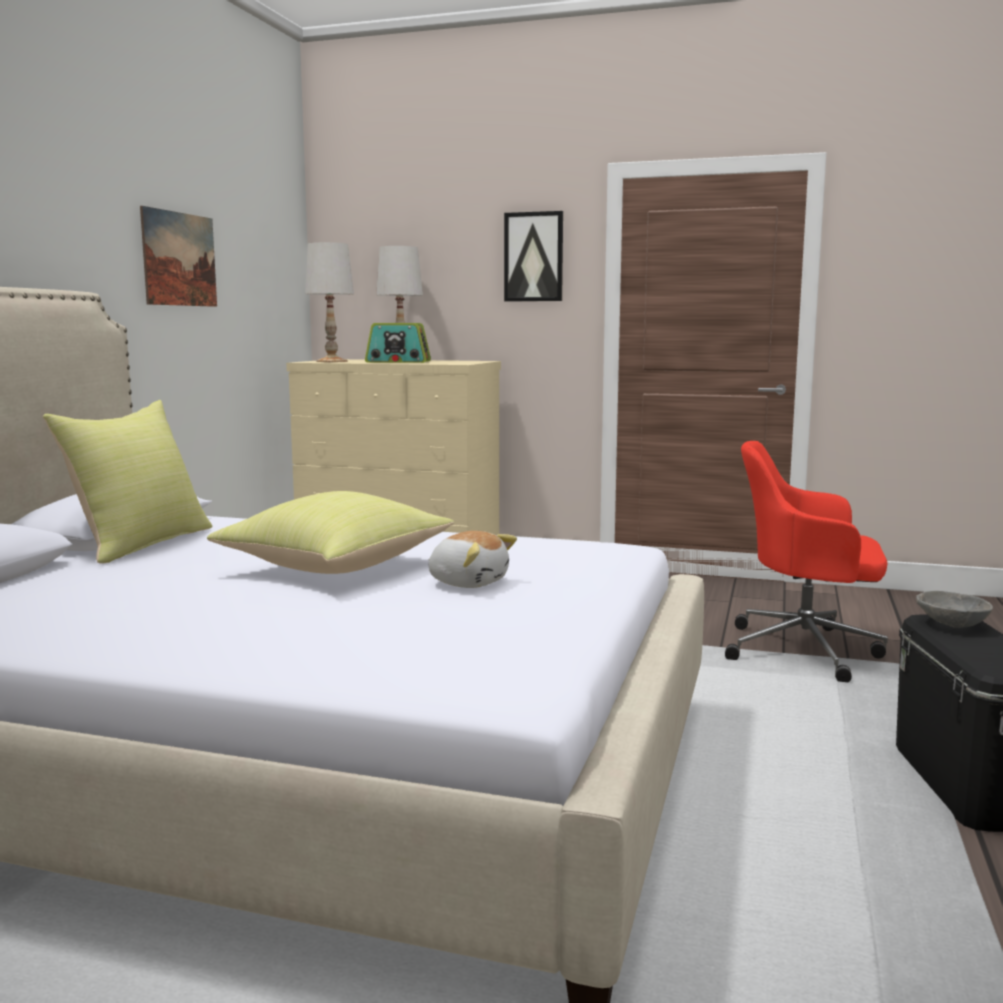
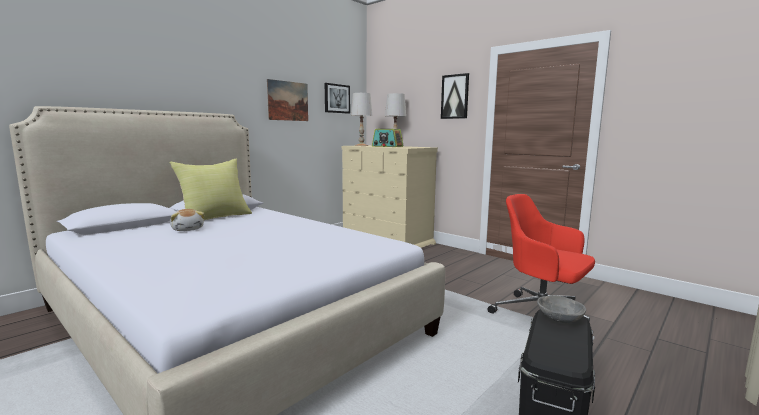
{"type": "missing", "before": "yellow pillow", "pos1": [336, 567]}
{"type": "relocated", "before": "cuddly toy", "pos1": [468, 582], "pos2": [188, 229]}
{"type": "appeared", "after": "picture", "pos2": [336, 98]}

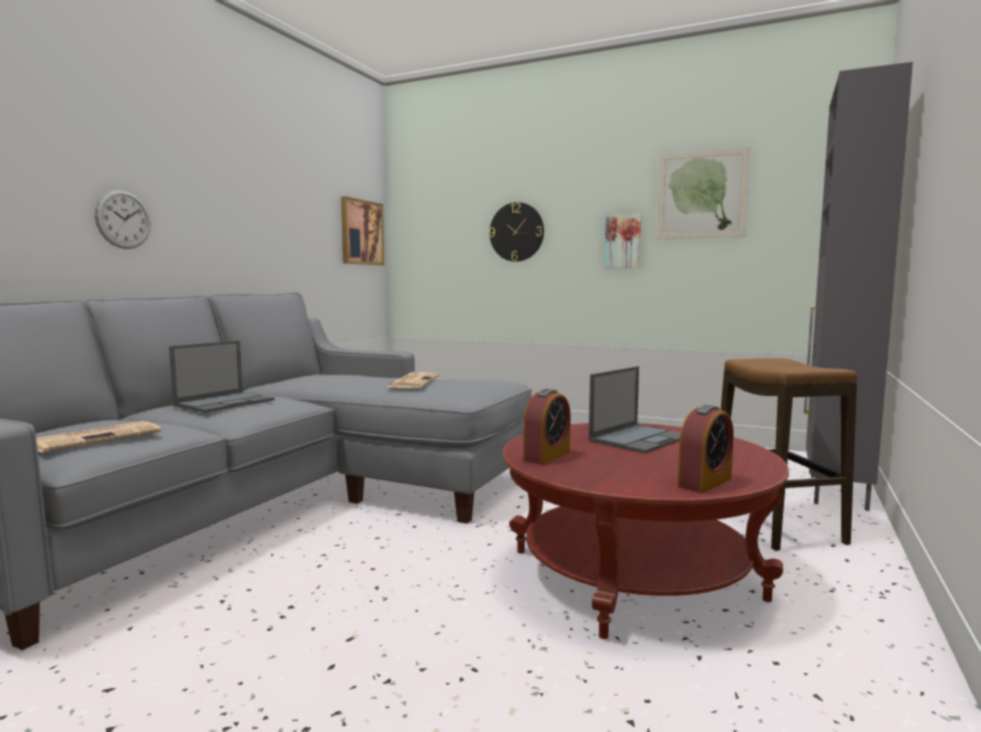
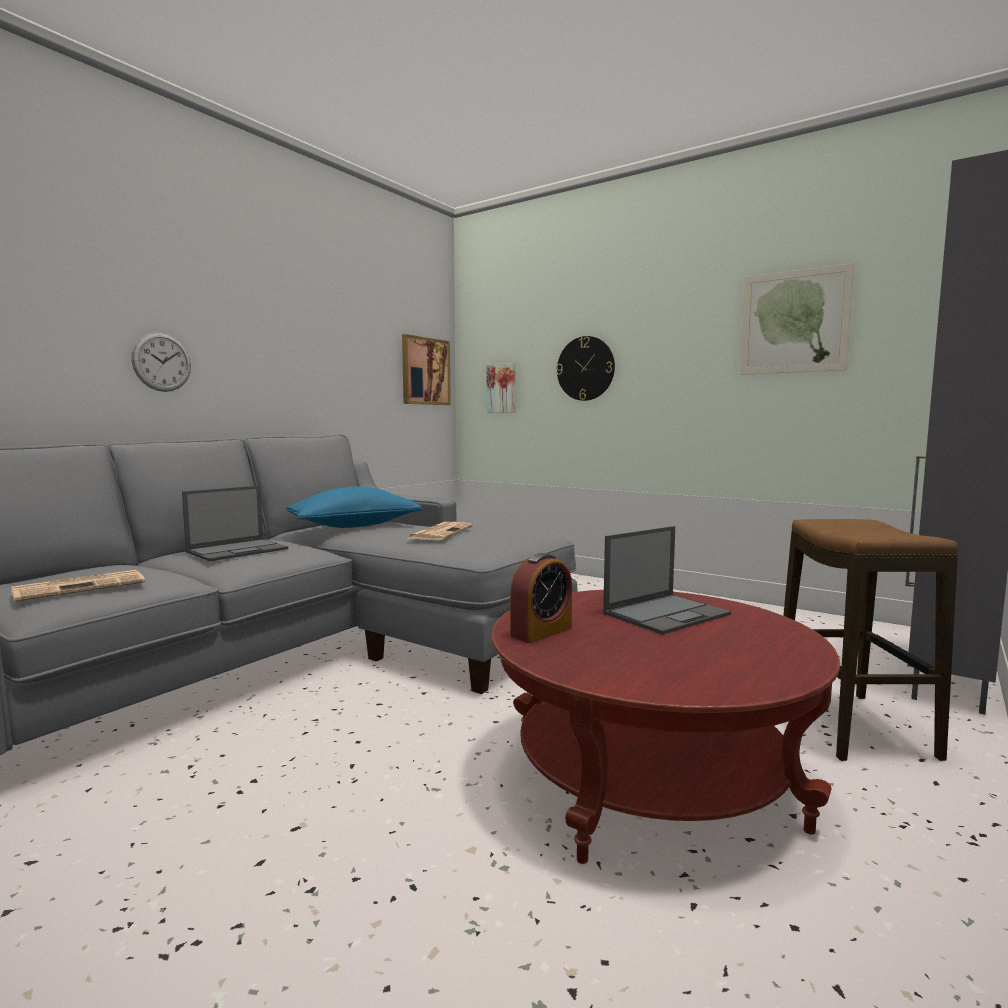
{"type": "relocated", "before": "picture", "pos1": [623, 241], "pos2": [502, 388]}
{"type": "missing", "before": "alarm clock", "pos1": [704, 482]}
{"type": "appeared", "after": "bluish pillow", "pos2": [354, 526]}

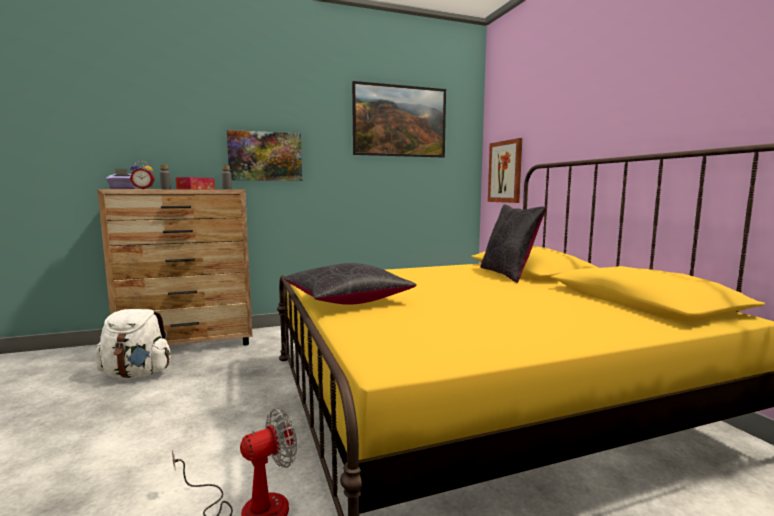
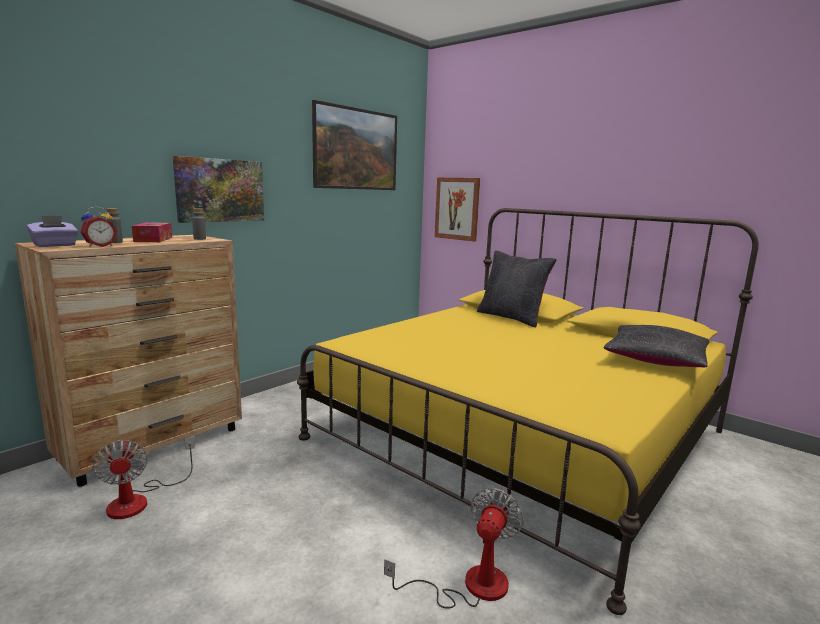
{"type": "relocated", "before": "black-coloured pillow", "pos1": [348, 299], "pos2": [655, 360]}
{"type": "exchanged", "before": "whitish rucksack", "after": "cooling fan", "pos1": [137, 374], "pos2": [140, 500]}

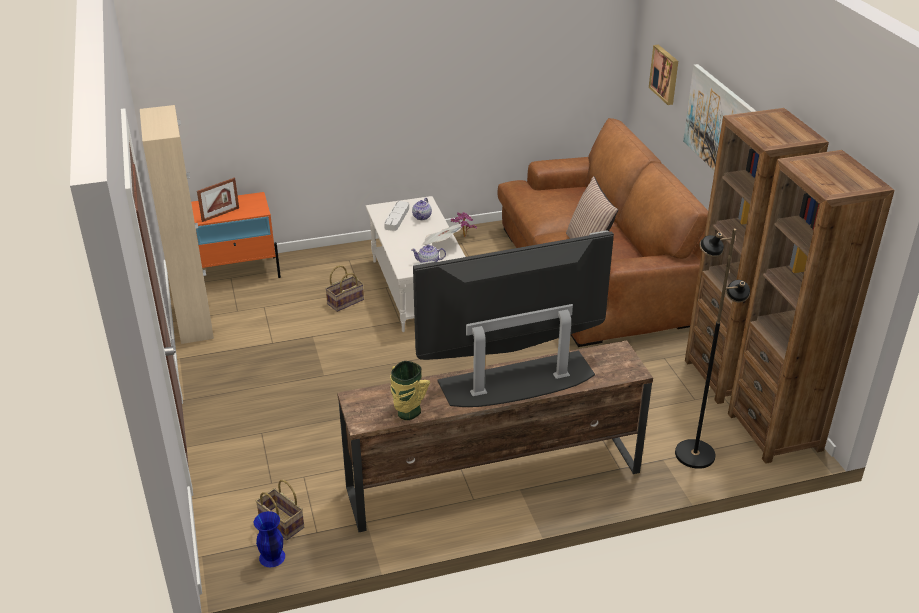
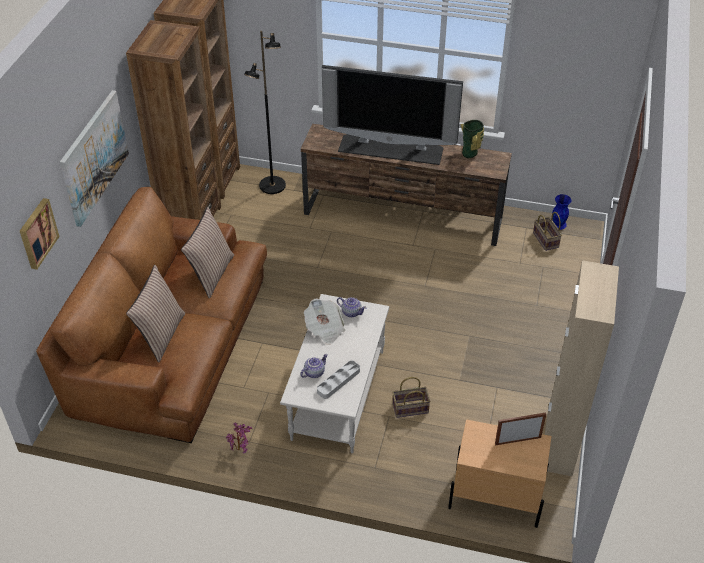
{"type": "colour", "before": "orange-coloured night table", "after": "beige night table", "pos1": [239, 273], "pos2": [495, 498]}
{"type": "appeared", "after": "pillow", "pos2": [161, 335]}

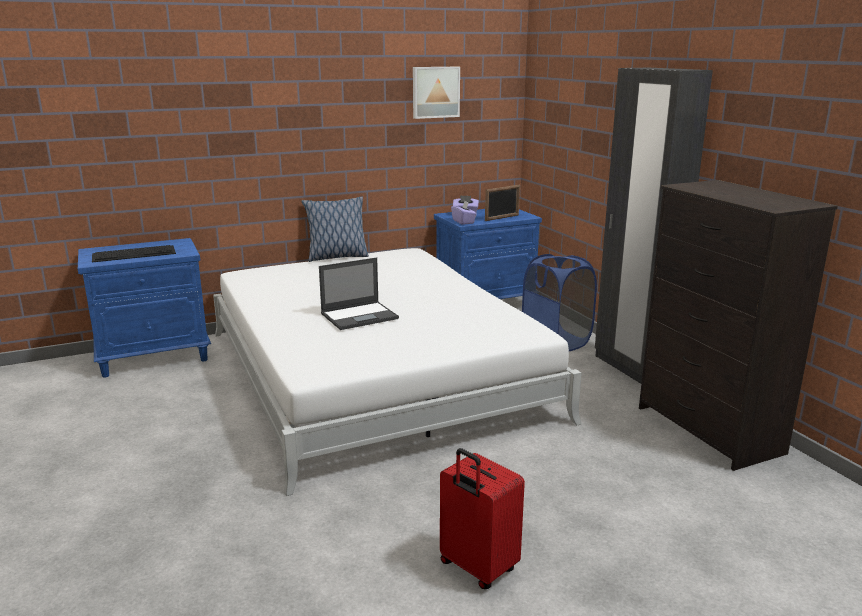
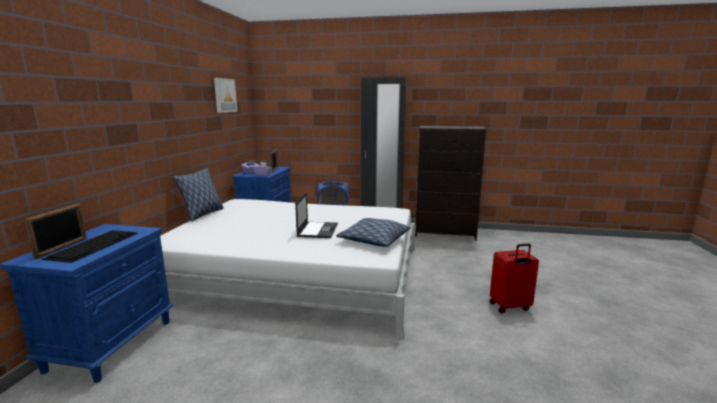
{"type": "appeared", "after": "photo frame", "pos2": [62, 248]}
{"type": "appeared", "after": "pillow", "pos2": [374, 240]}

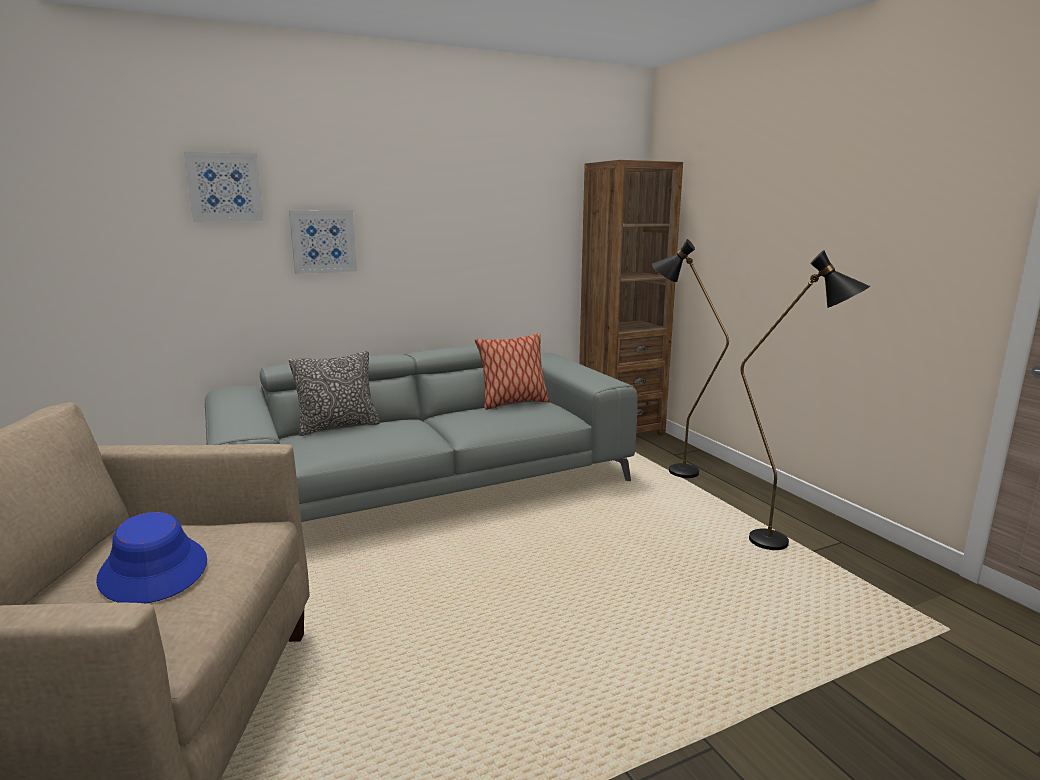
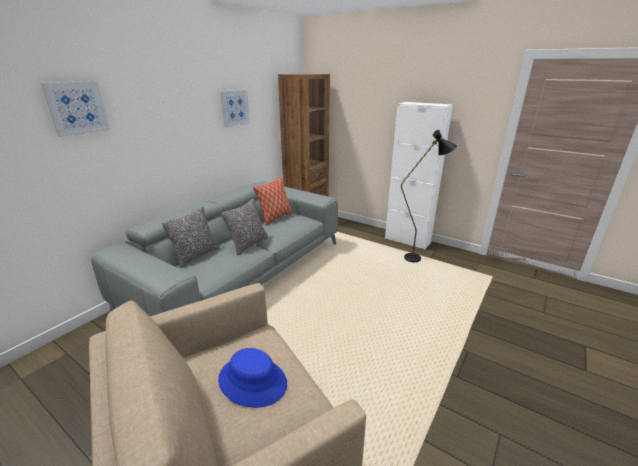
{"type": "relocated", "before": "picture", "pos1": [323, 241], "pos2": [235, 108]}
{"type": "missing", "before": "black-coloured standing lamp", "pos1": [672, 469]}
{"type": "appeared", "after": "whitish cupboard", "pos2": [407, 240]}
{"type": "appeared", "after": "pillow", "pos2": [248, 244]}

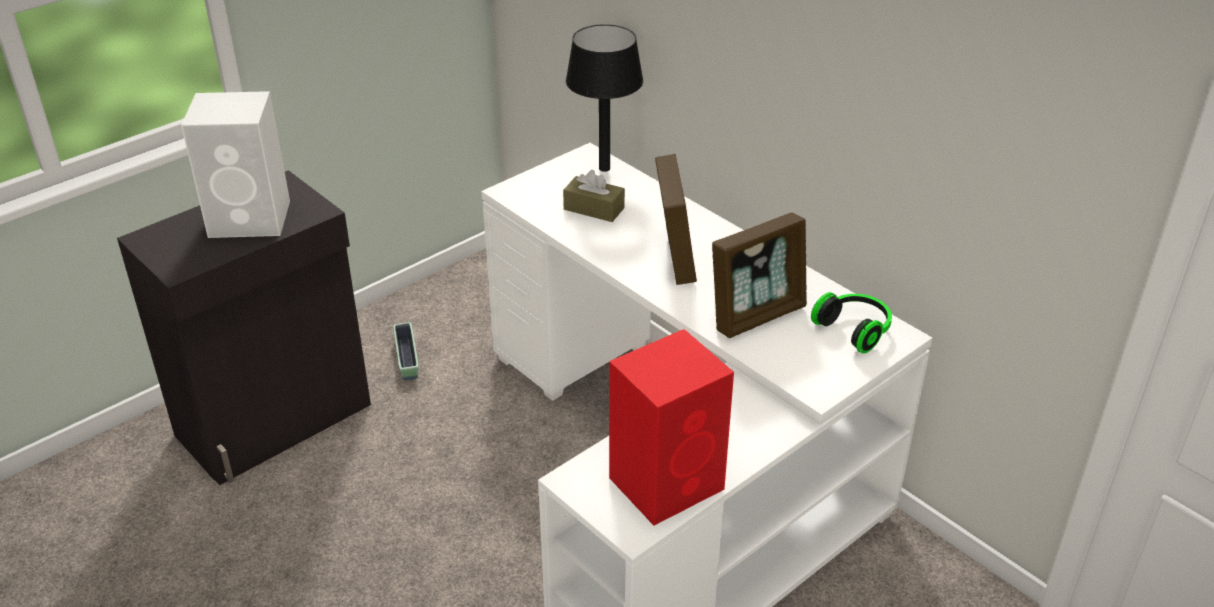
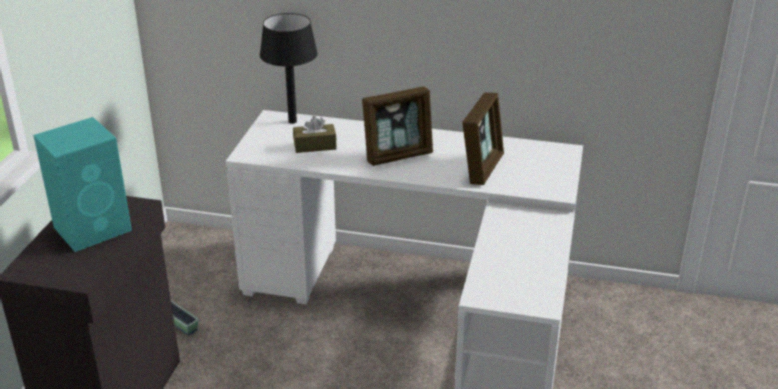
{"type": "colour", "before": "whitish speaker", "after": "blue-green speaker", "pos1": [252, 219], "pos2": [94, 228]}
{"type": "spun", "before": "photo frame", "pos1": [674, 258], "pos2": [398, 155], "turn": 105}
{"type": "missing", "before": "headset", "pos1": [855, 330]}
{"type": "missing", "before": "red speaker", "pos1": [668, 482]}

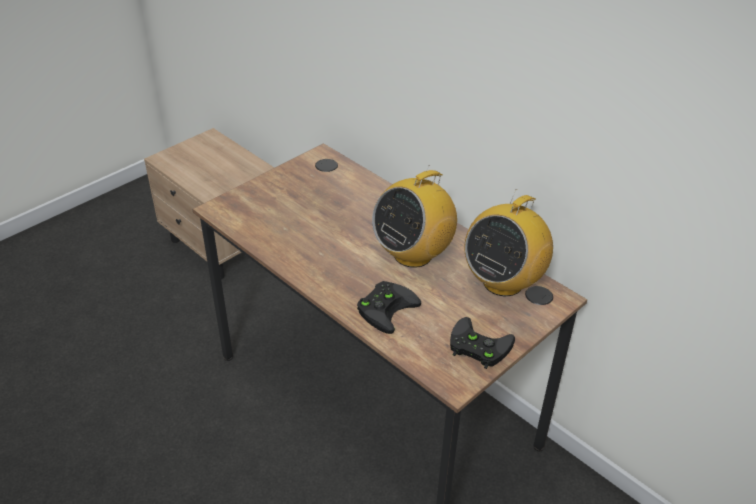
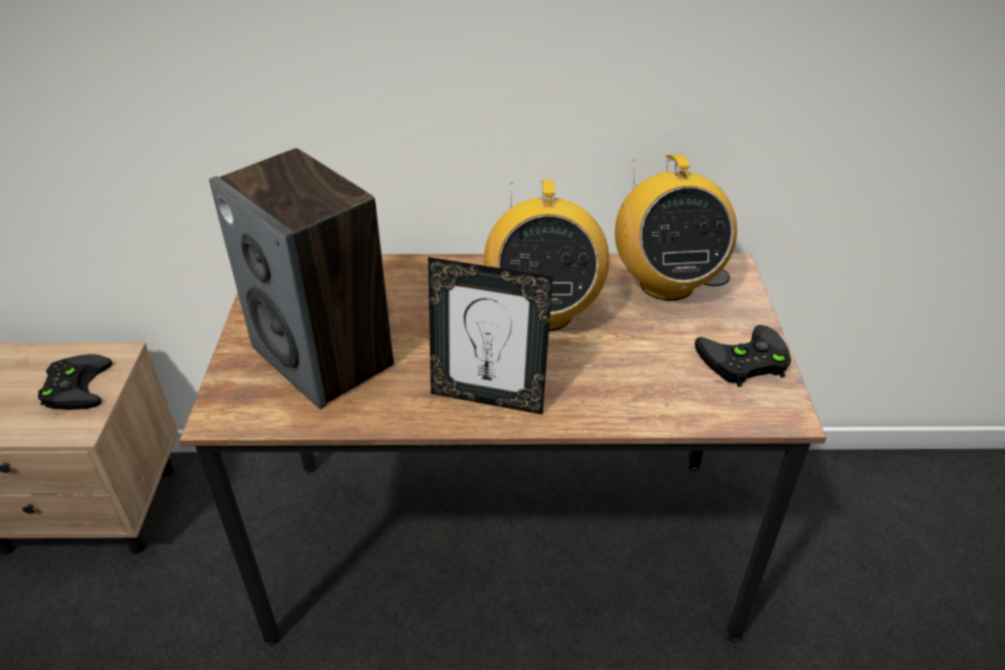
{"type": "relocated", "before": "black-coloured joypad", "pos1": [386, 307], "pos2": [74, 386]}
{"type": "appeared", "after": "speaker", "pos2": [324, 357]}
{"type": "appeared", "after": "photo frame", "pos2": [488, 397]}

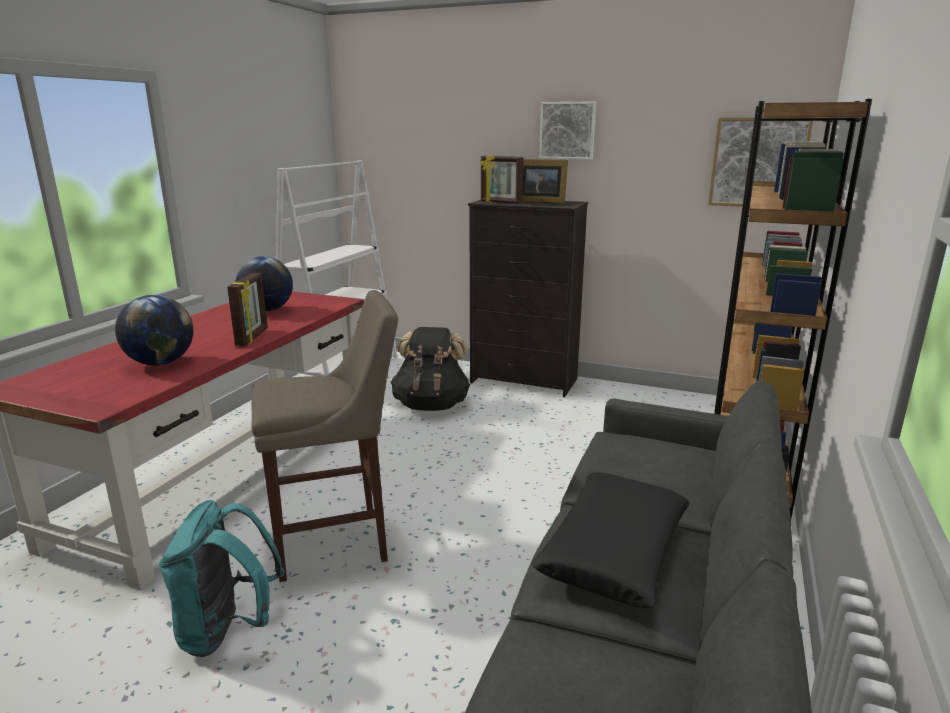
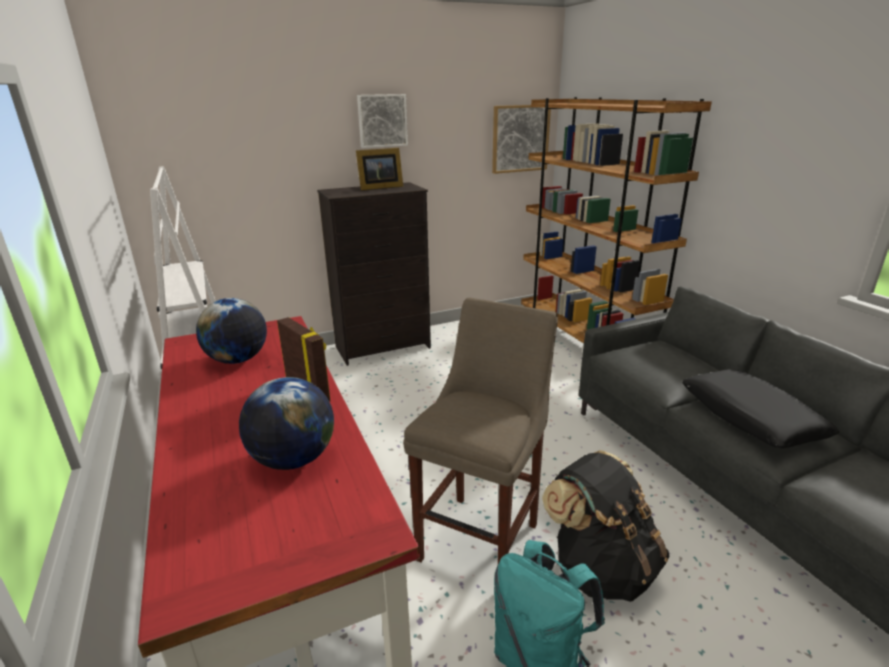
{"type": "missing", "before": "photo frame", "pos1": [500, 202]}
{"type": "relocated", "before": "black-coloured rucksack", "pos1": [431, 405], "pos2": [600, 567]}

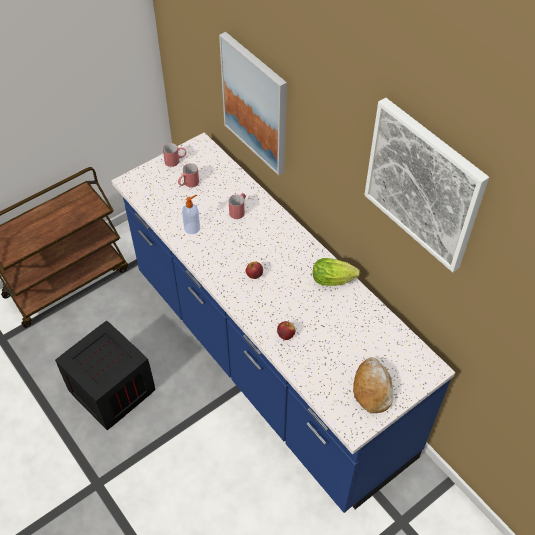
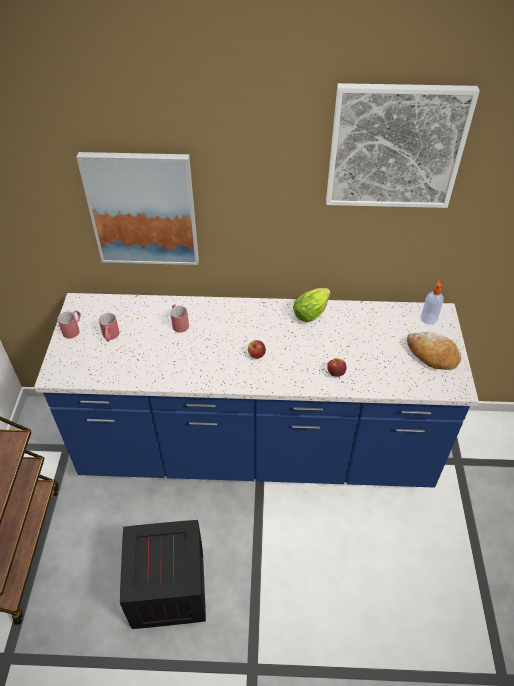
{"type": "relocated", "before": "soap bottle", "pos1": [192, 228], "pos2": [428, 318]}

